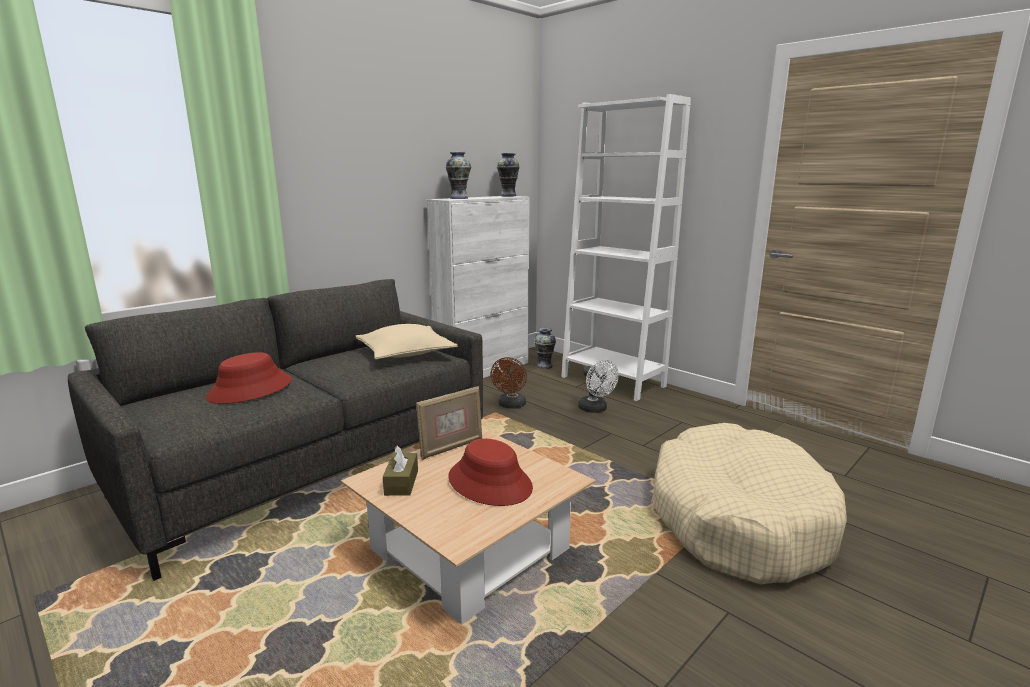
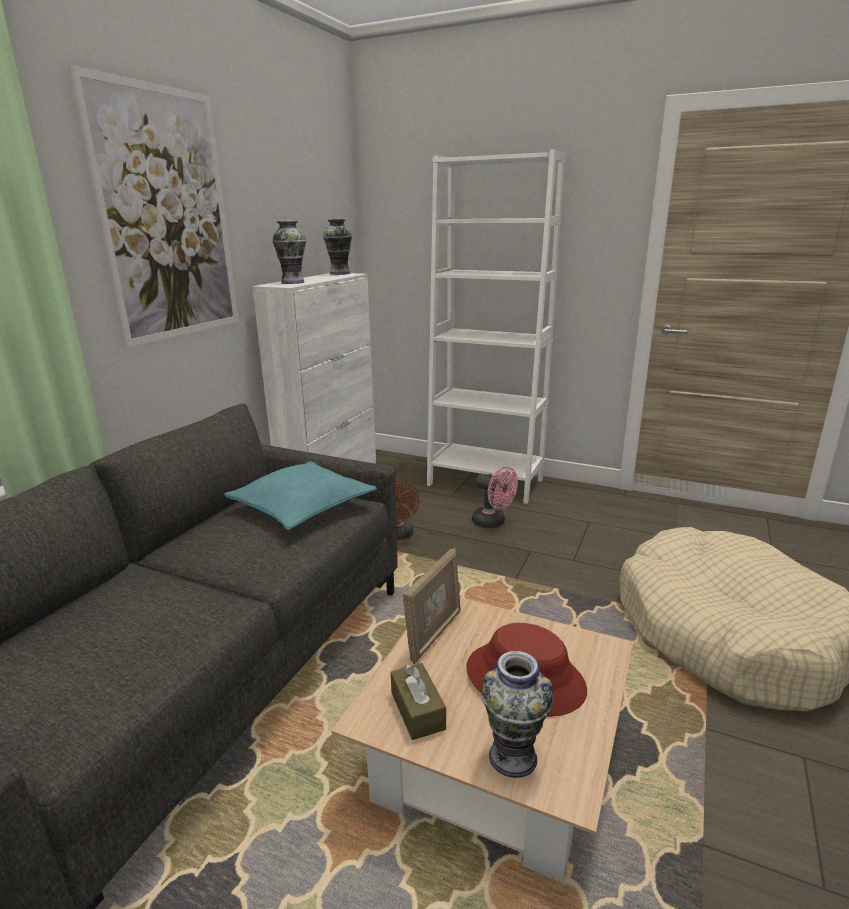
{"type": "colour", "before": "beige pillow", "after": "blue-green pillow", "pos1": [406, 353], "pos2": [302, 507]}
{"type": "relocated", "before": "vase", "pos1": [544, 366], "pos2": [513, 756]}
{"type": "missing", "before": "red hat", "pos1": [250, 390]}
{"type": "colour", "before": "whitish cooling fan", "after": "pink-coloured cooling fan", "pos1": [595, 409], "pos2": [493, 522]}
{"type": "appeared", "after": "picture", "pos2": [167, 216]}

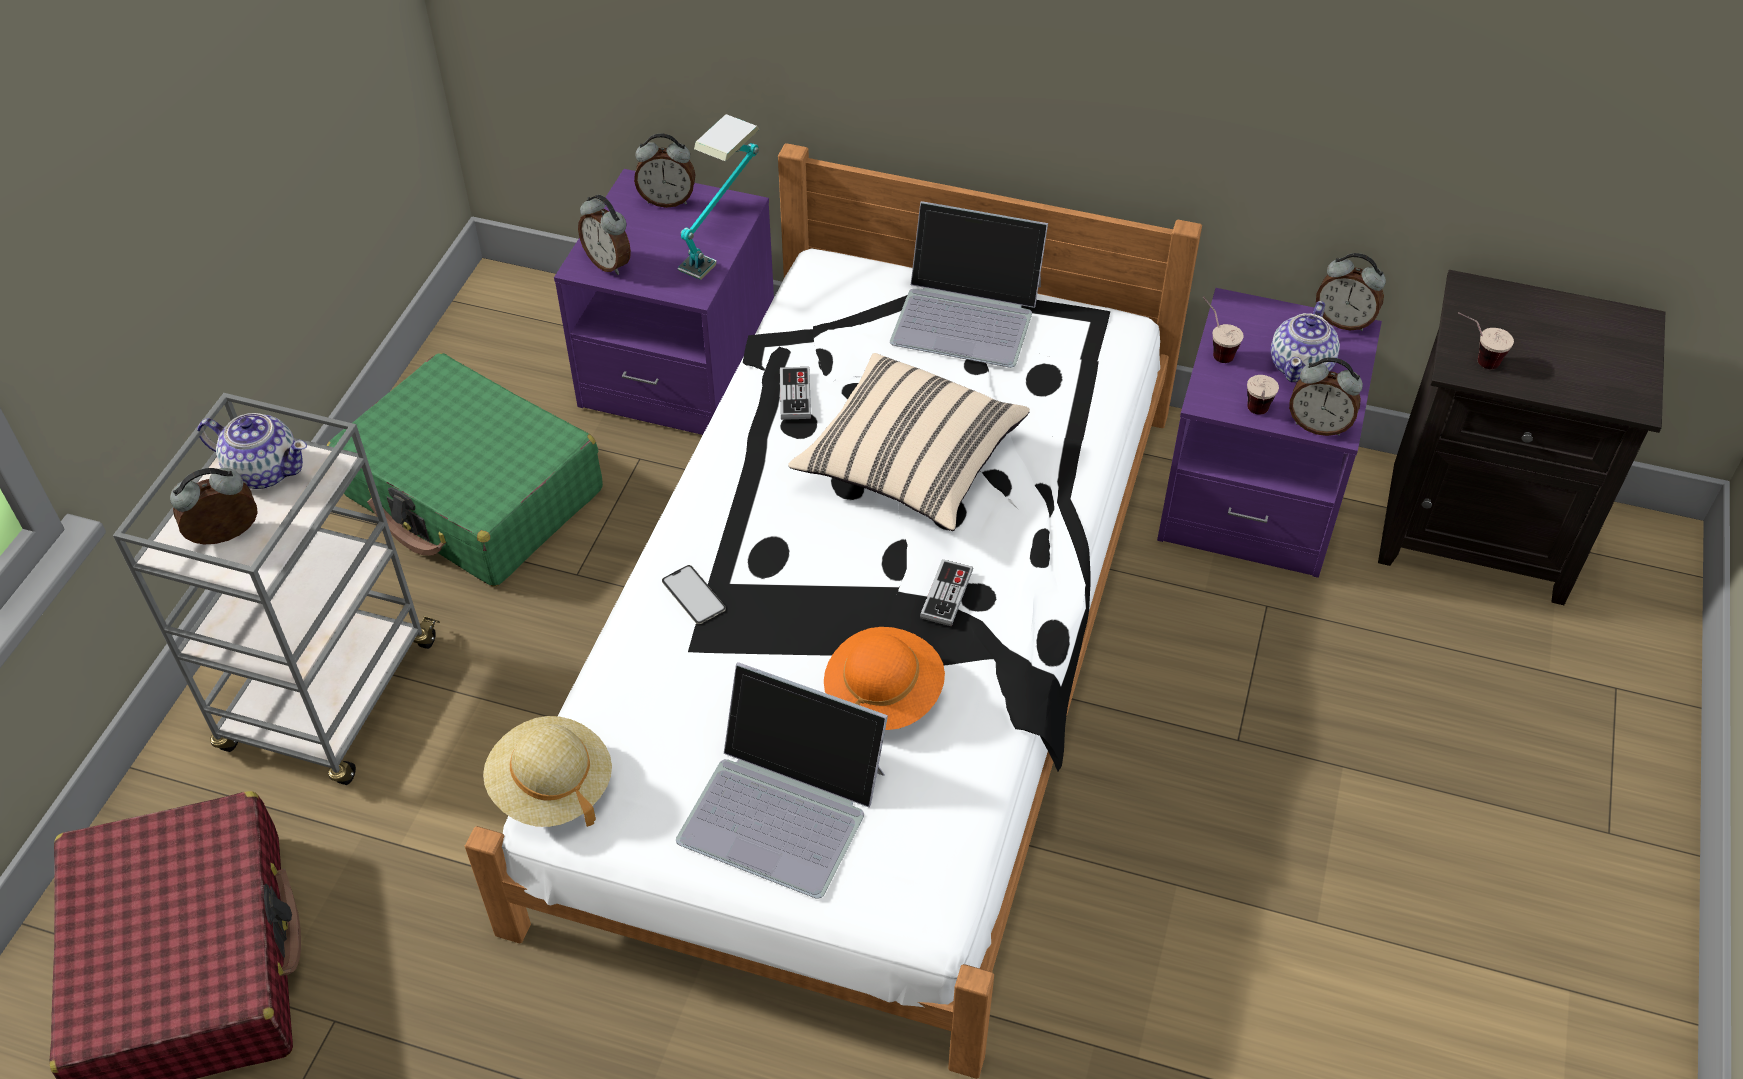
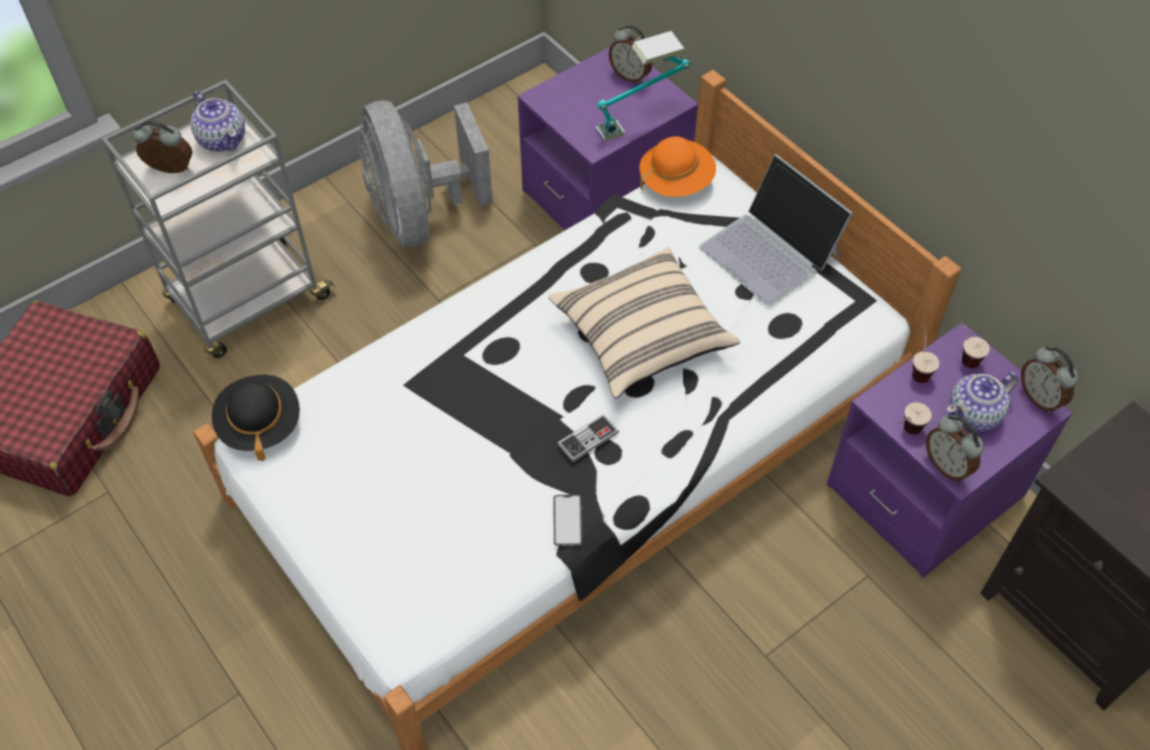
{"type": "missing", "before": "alarm clock", "pos1": [609, 263]}
{"type": "relocated", "before": "cup", "pos1": [1474, 359], "pos2": [962, 355]}
{"type": "exchanged", "before": "greenish travel case", "after": "greyish cooling fan", "pos1": [474, 494], "pos2": [420, 216]}
{"type": "missing", "before": "joypad", "pos1": [795, 395]}
{"type": "relocated", "before": "telephone", "pos1": [693, 595], "pos2": [567, 520]}
{"type": "relocated", "before": "orange-coloured hat", "pos1": [883, 695], "pos2": [676, 181]}
{"type": "missing", "before": "notebook computer", "pos1": [784, 805]}
{"type": "colour", "before": "beige hat", "after": "black-coloured hat", "pos1": [551, 788], "pos2": [260, 424]}

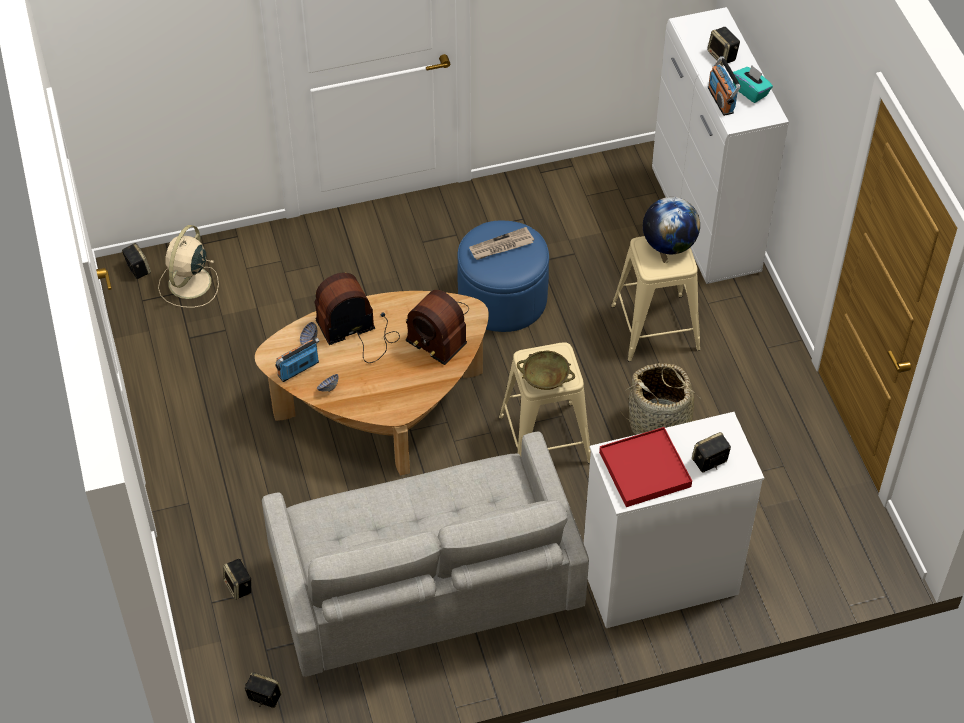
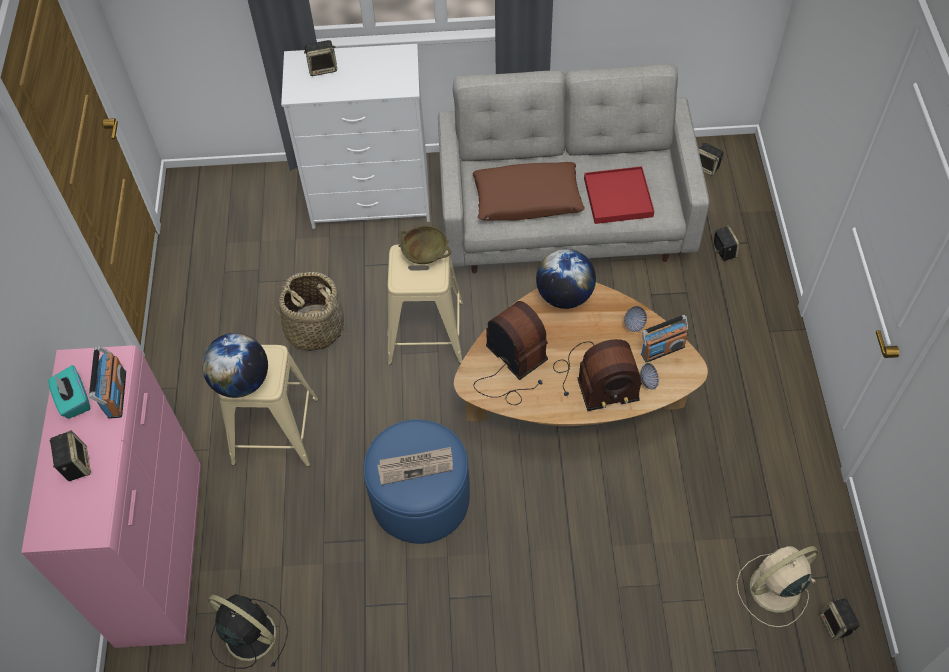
{"type": "colour", "before": "whitish cupboard", "after": "pink-coloured cupboard", "pos1": [705, 223], "pos2": [161, 554]}
{"type": "spun", "before": "beige cooling fan", "pos1": [189, 284], "pos2": [773, 589], "turn": -150}
{"type": "relocated", "before": "red tray", "pos1": [645, 469], "pos2": [618, 197]}
{"type": "appeared", "after": "brown pillow", "pos2": [527, 200]}
{"type": "appeared", "after": "world globe", "pos2": [564, 295]}
{"type": "appeared", "after": "black-coloured cooling fan", "pos2": [248, 634]}

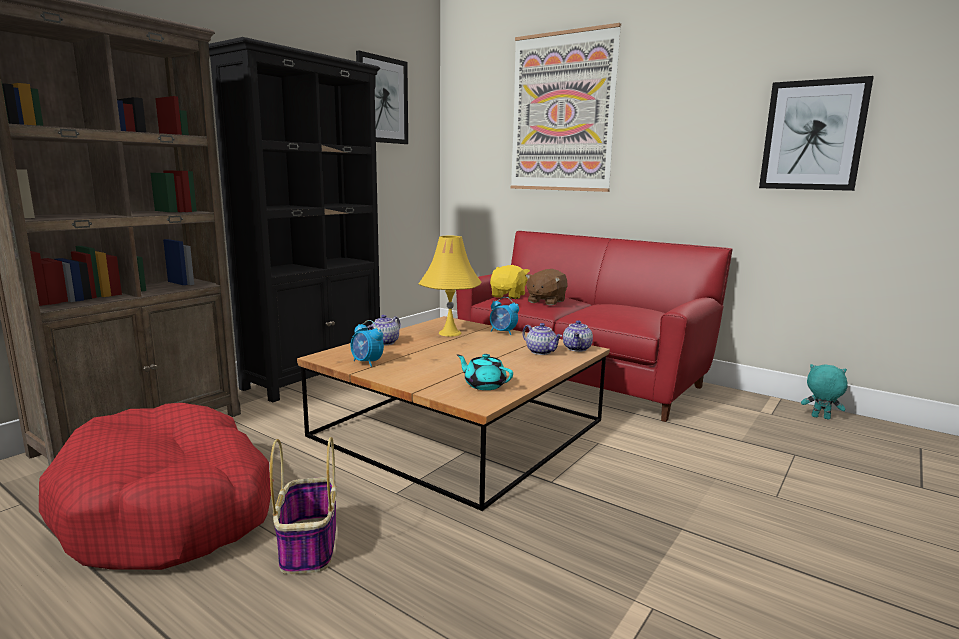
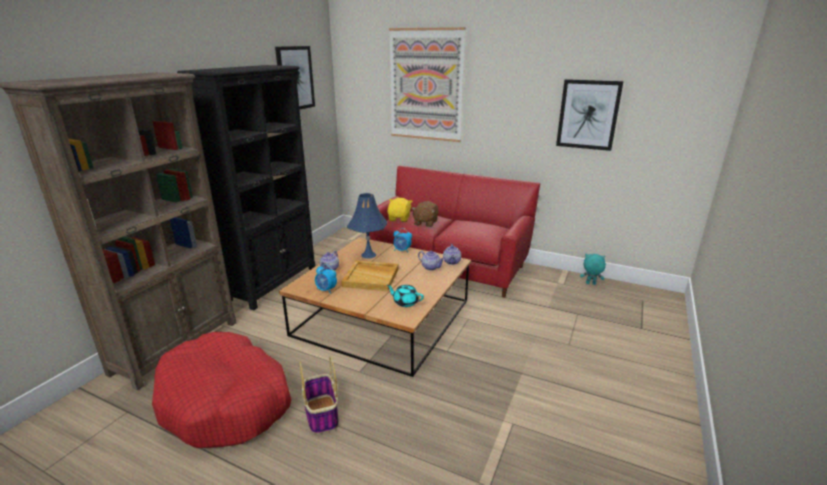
{"type": "colour", "before": "yellow tabletop lamp", "after": "bluish tabletop lamp", "pos1": [449, 333], "pos2": [368, 255]}
{"type": "appeared", "after": "beige tray", "pos2": [371, 277]}

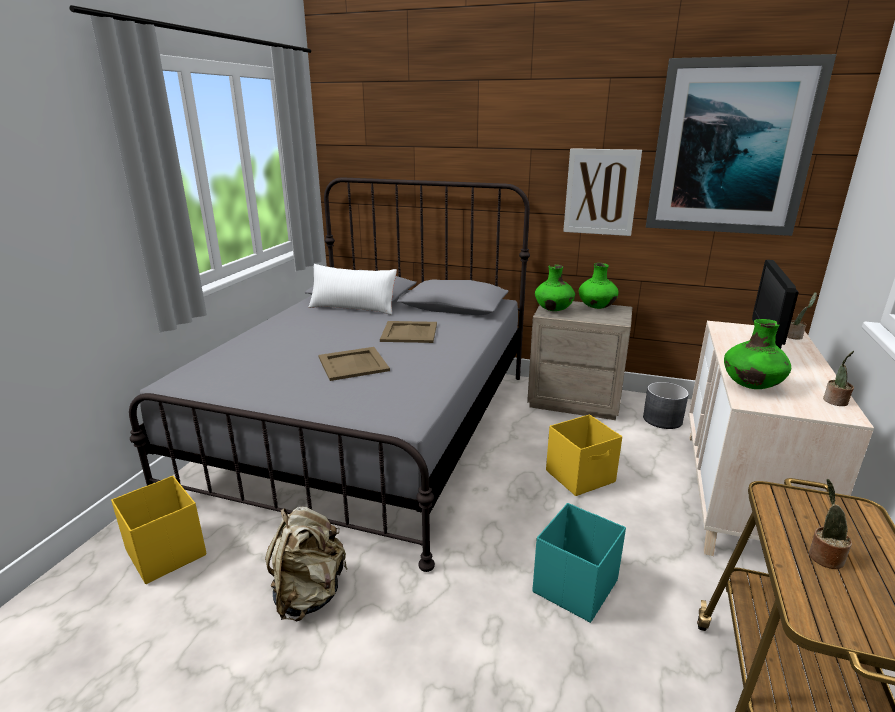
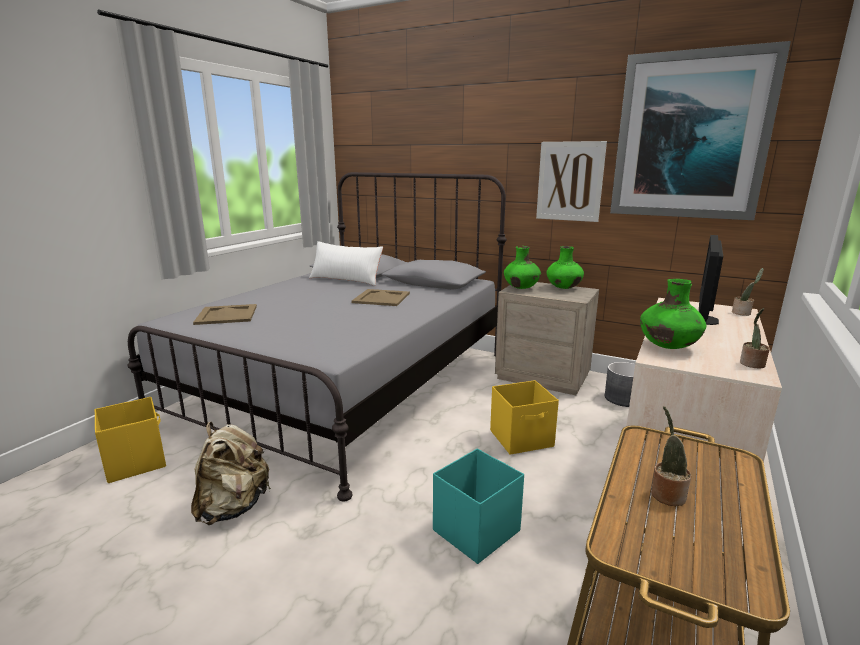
{"type": "relocated", "before": "beige tray", "pos1": [354, 364], "pos2": [227, 315]}

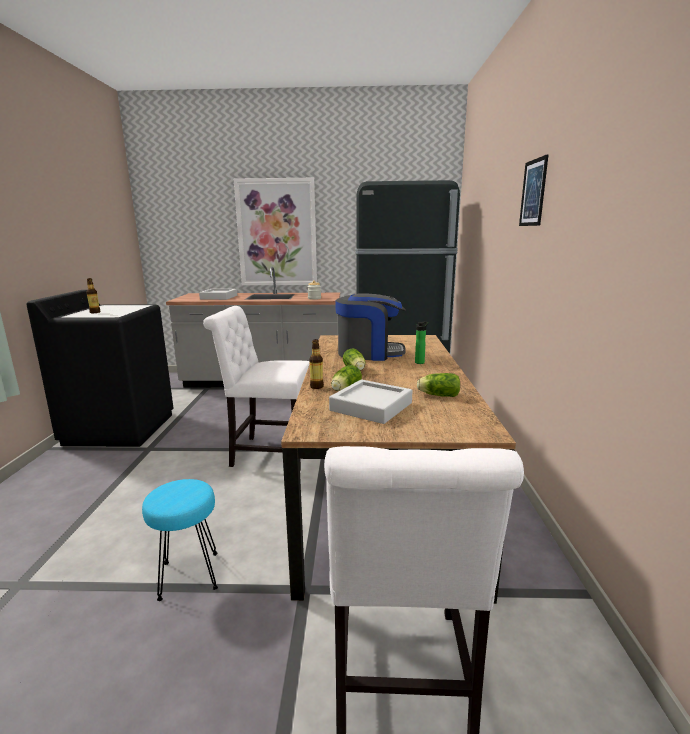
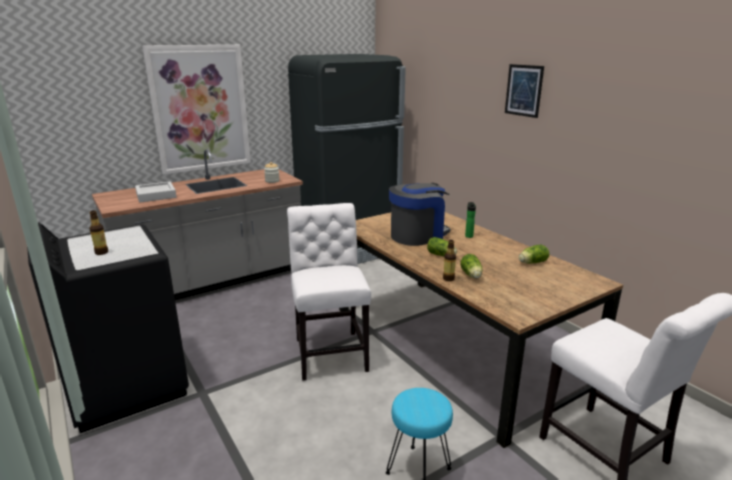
{"type": "spun", "before": "whitish plain chair", "pos1": [268, 453], "pos2": [330, 352], "turn": 105}
{"type": "missing", "before": "greyish tray", "pos1": [371, 407]}

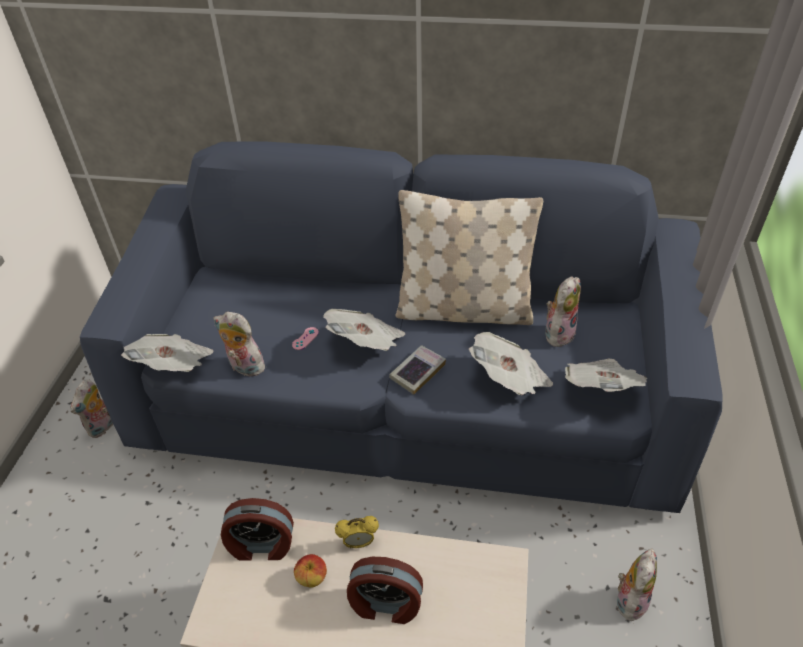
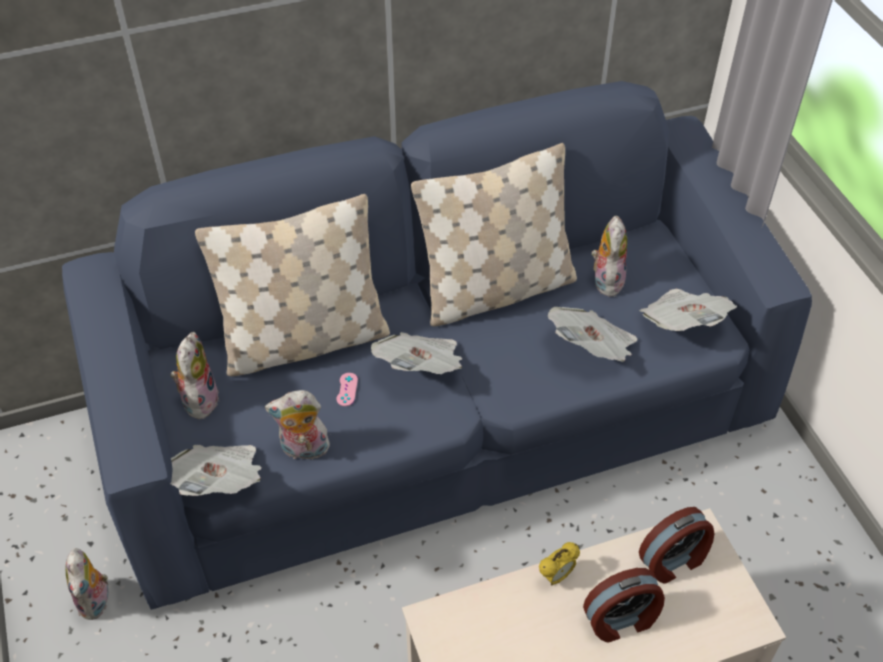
{"type": "missing", "before": "volume", "pos1": [417, 372]}
{"type": "relocated", "before": "alarm clock", "pos1": [261, 546], "pos2": [673, 561]}
{"type": "relocated", "before": "cuddly toy", "pos1": [629, 599], "pos2": [199, 399]}
{"type": "missing", "before": "apple", "pos1": [312, 578]}
{"type": "appeared", "after": "beige pillow", "pos2": [304, 340]}

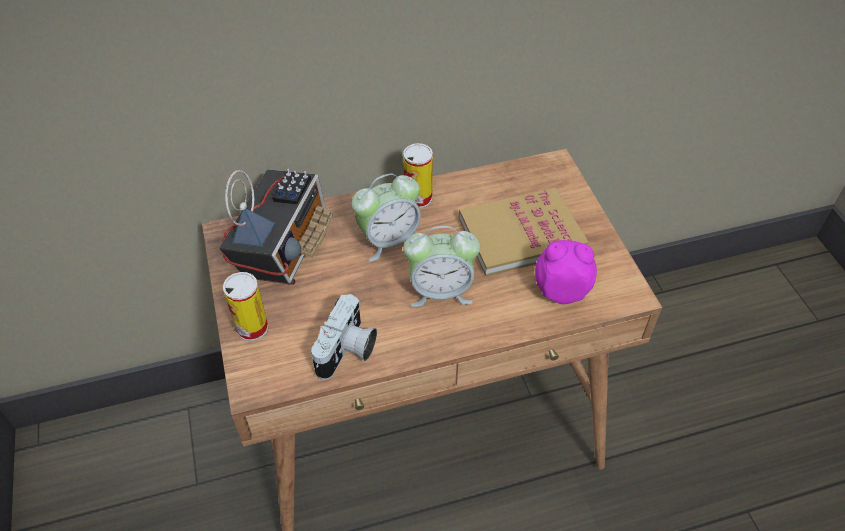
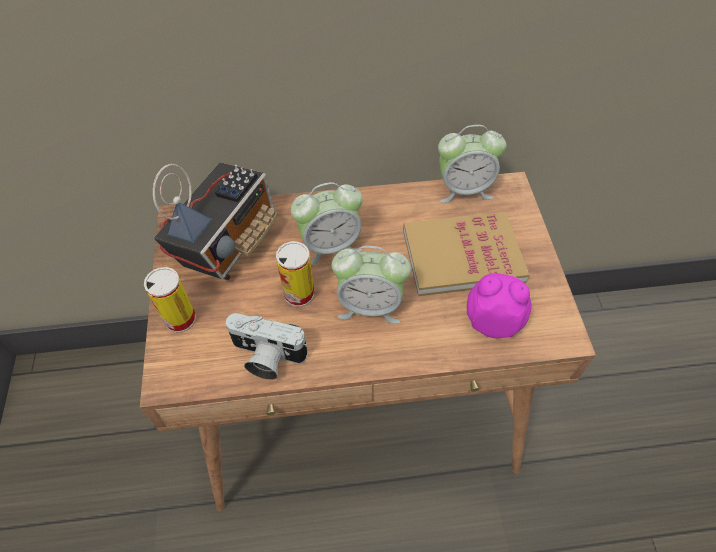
{"type": "relocated", "before": "sealed can", "pos1": [418, 198], "pos2": [299, 294]}
{"type": "spun", "before": "still camera", "pos1": [348, 351], "pos2": [266, 357], "turn": 75}
{"type": "appeared", "after": "alarm clock", "pos2": [464, 189]}

